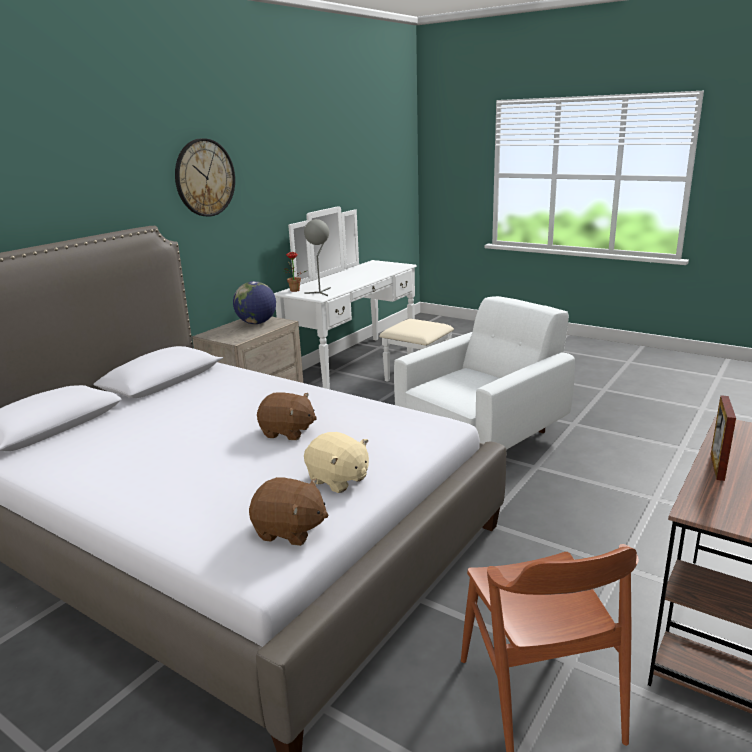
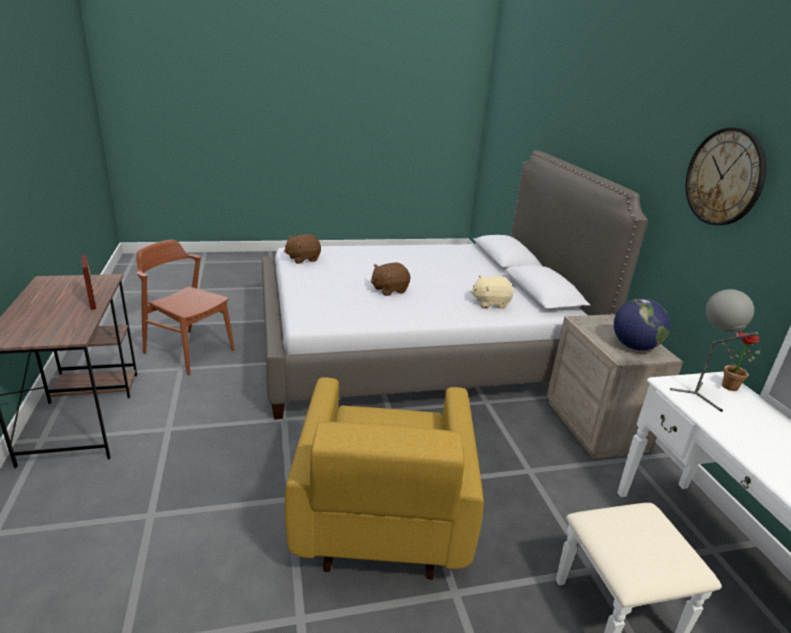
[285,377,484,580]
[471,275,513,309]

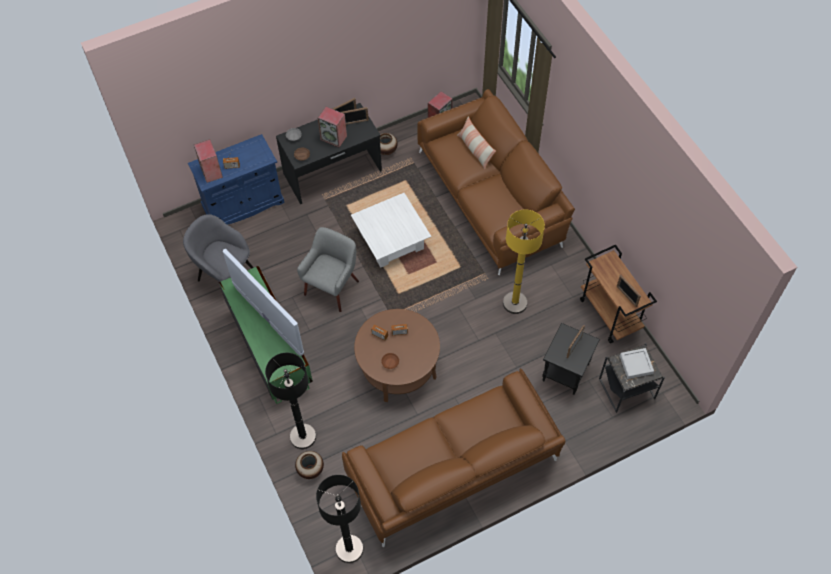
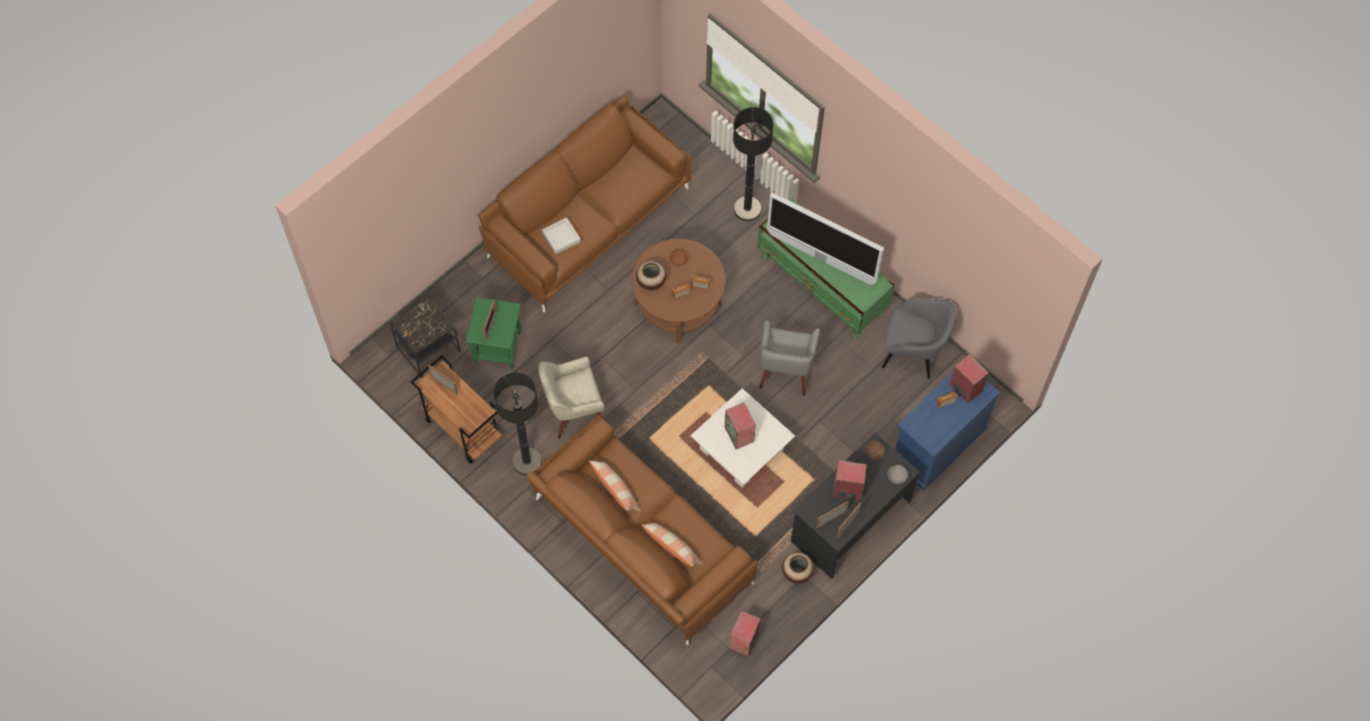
[466,297,521,370]
[493,372,542,475]
[538,357,605,439]
[542,217,581,254]
[589,460,641,512]
[636,261,666,290]
[724,402,756,449]

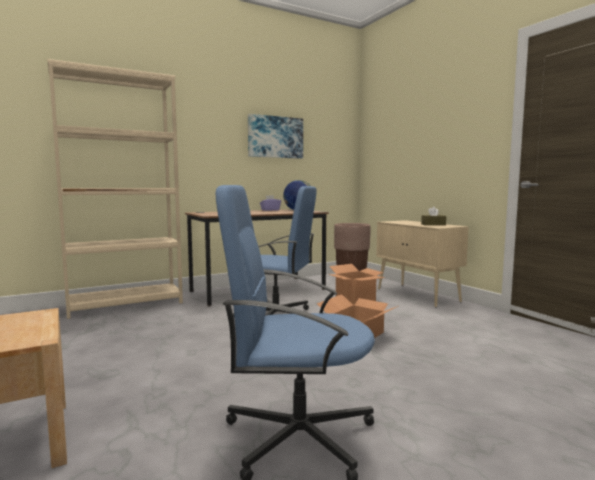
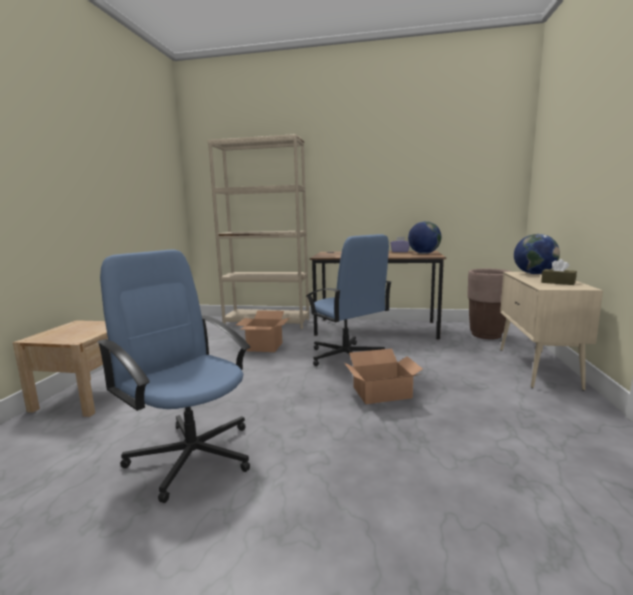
[236,310,290,352]
[514,234,560,274]
[248,114,303,159] (first image)

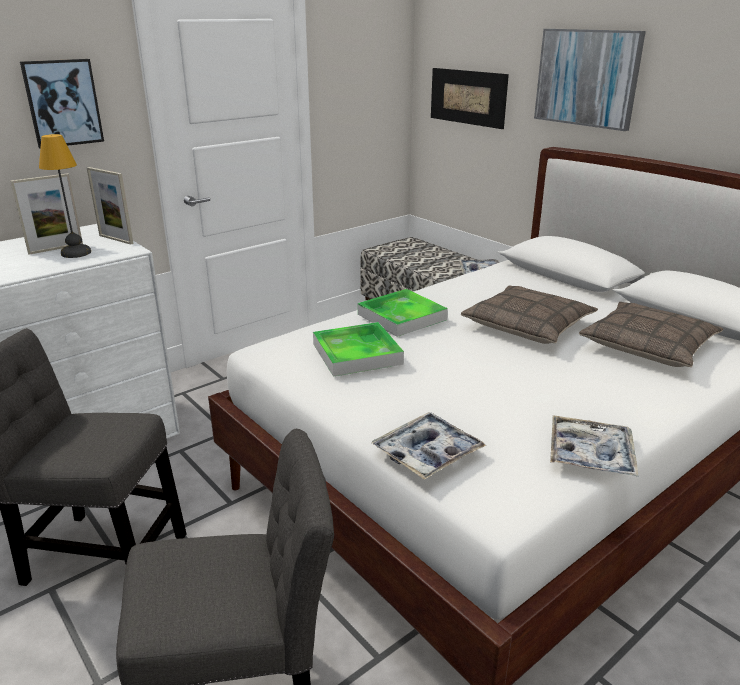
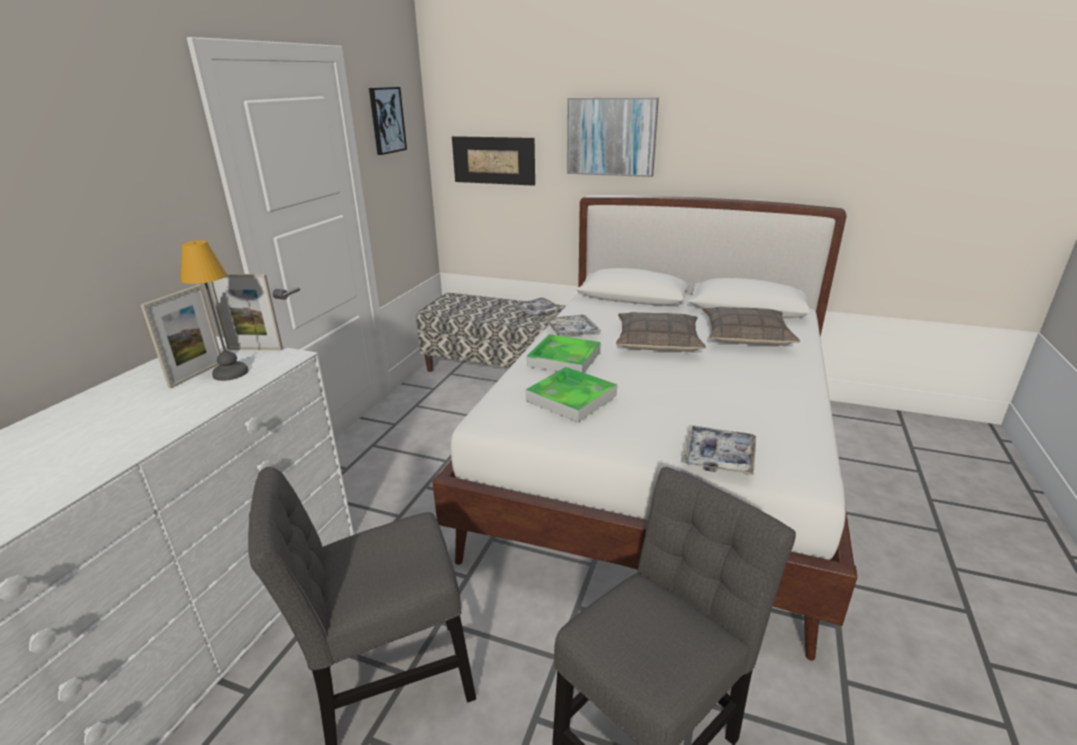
[369,87,407,155]
[544,315,601,336]

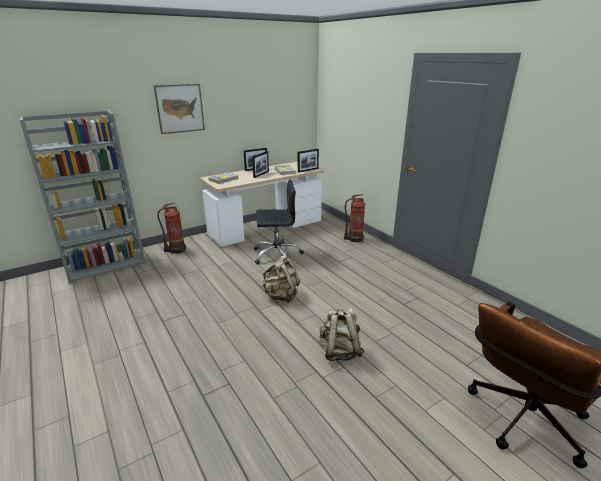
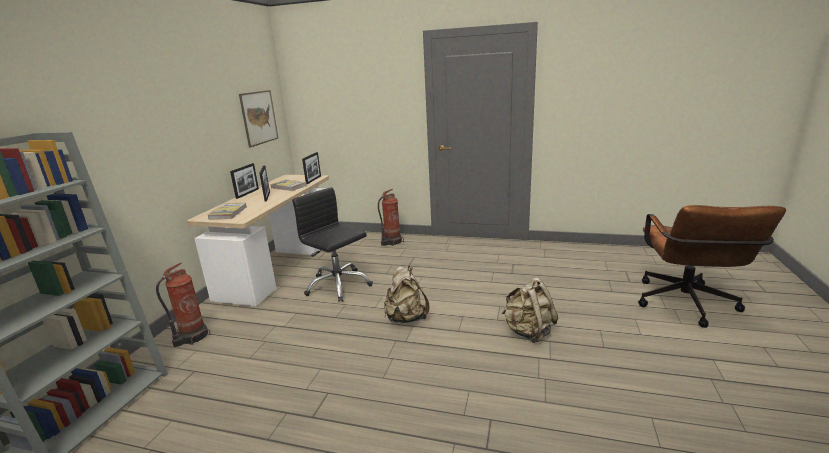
[239,90,278,148]
[292,187,373,302]

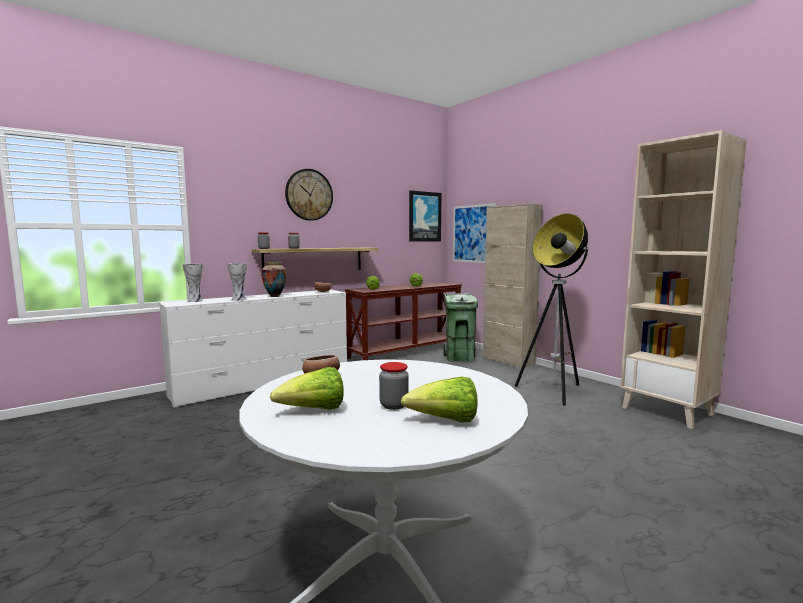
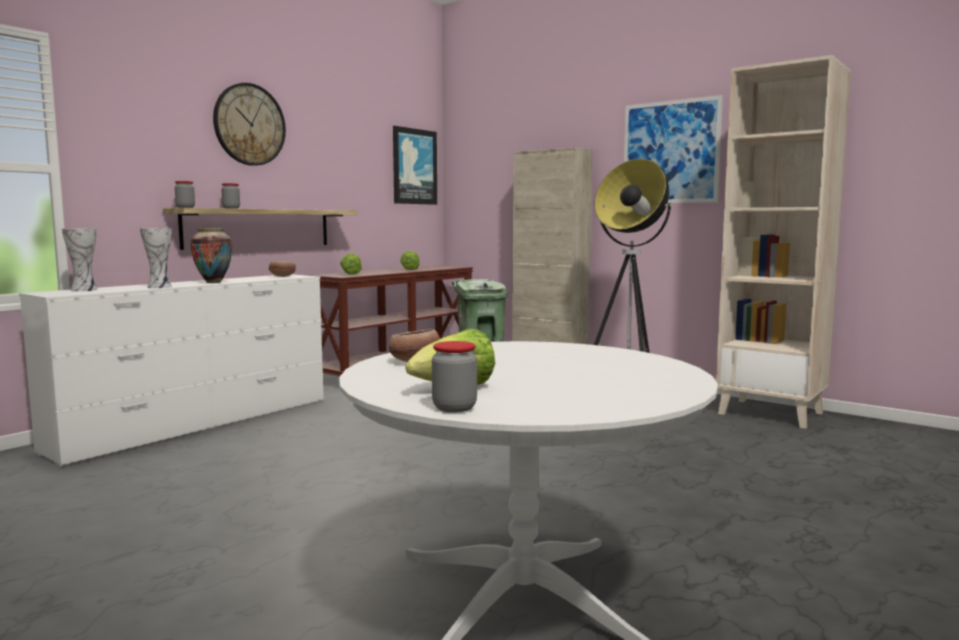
[432,341,477,412]
[624,95,723,203]
[401,376,478,423] (first image)

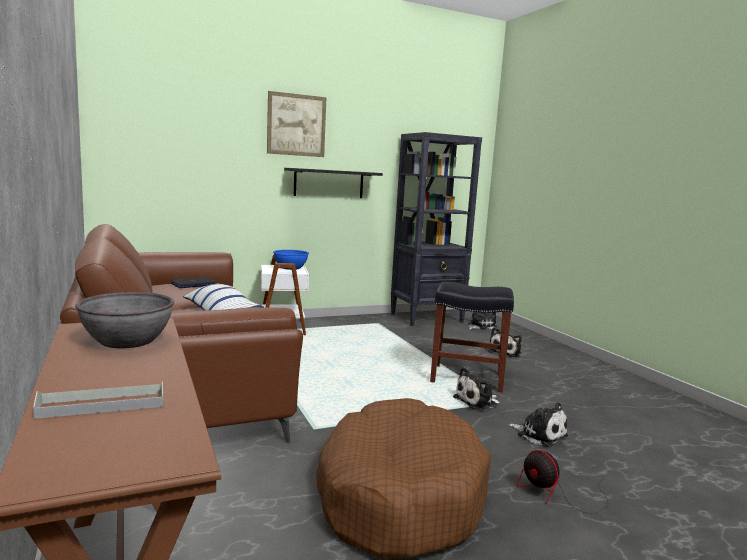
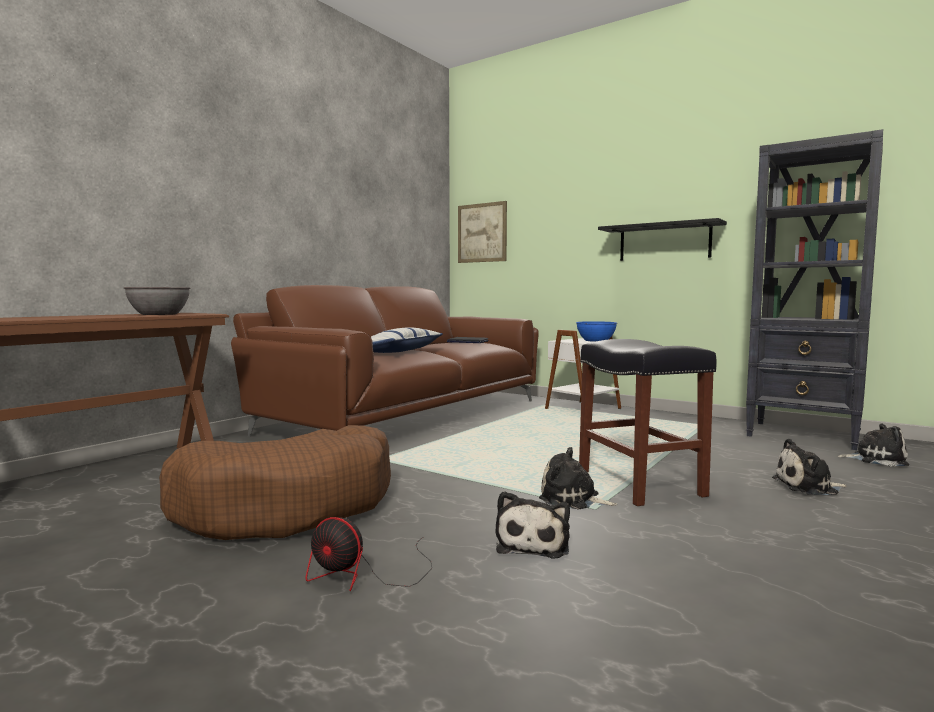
[306,517,432,591]
[458,201,507,263]
[33,382,163,419] (first image)

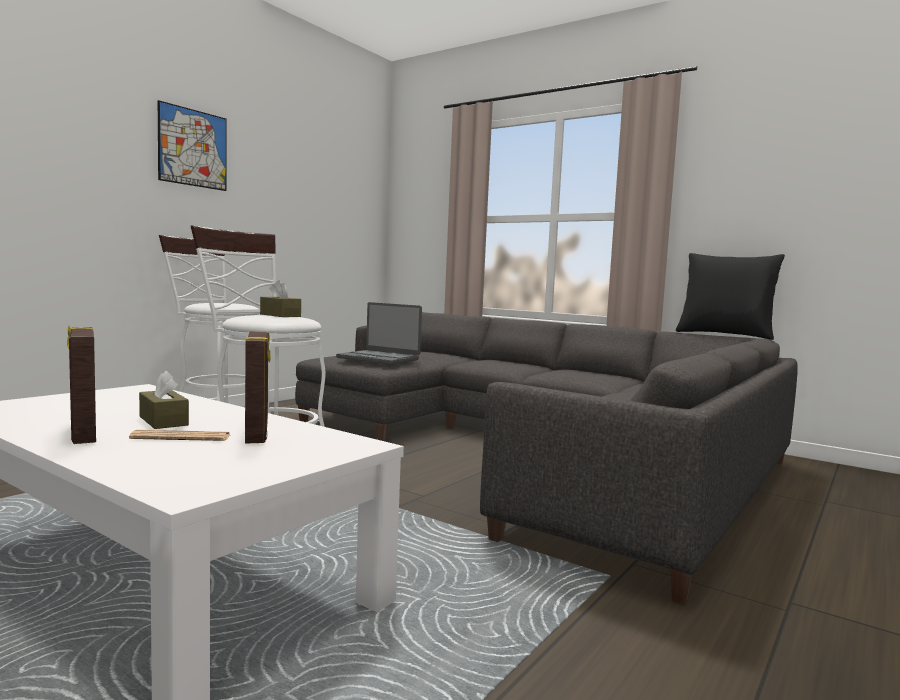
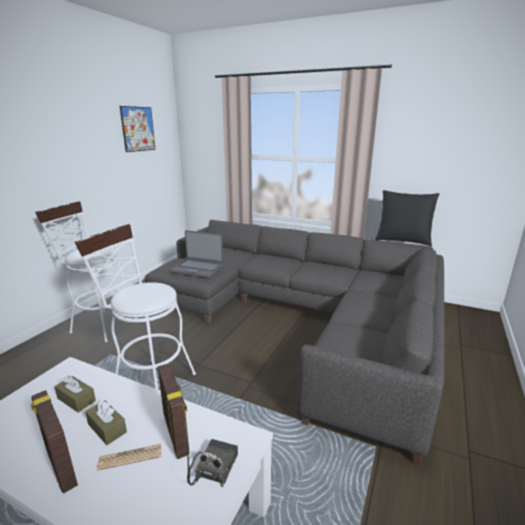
[54,375,96,413]
[120,106,156,152]
[187,439,238,487]

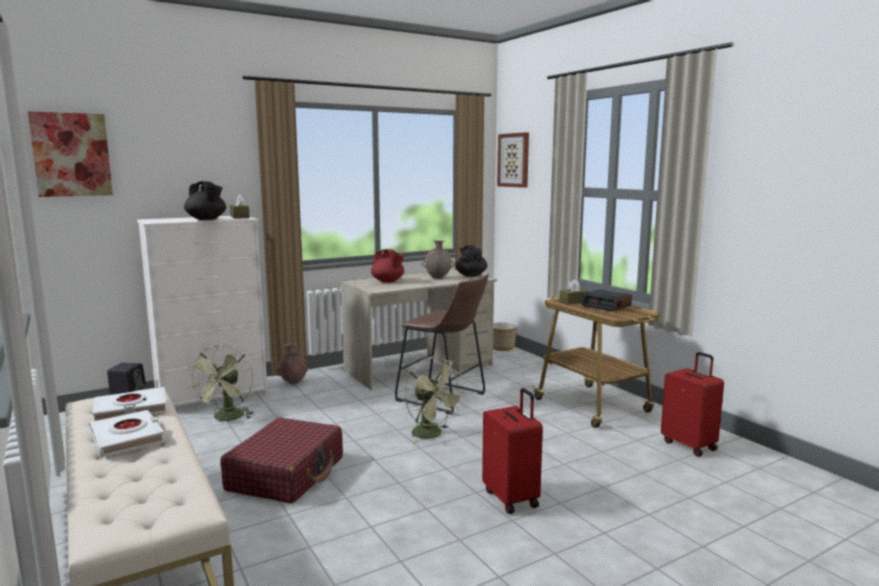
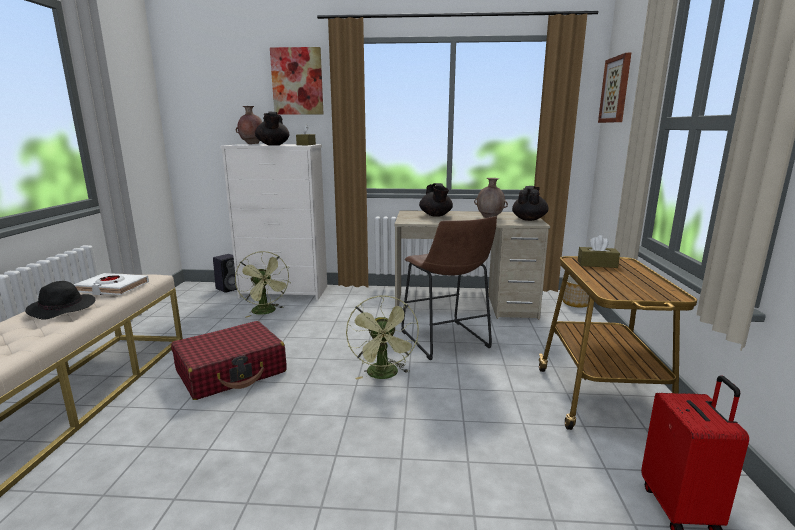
[25,281,95,319]
[235,251,291,318]
[236,106,262,144]
[270,47,324,115]
[419,183,453,217]
[482,388,543,514] (first image)
[581,290,632,311] (first image)

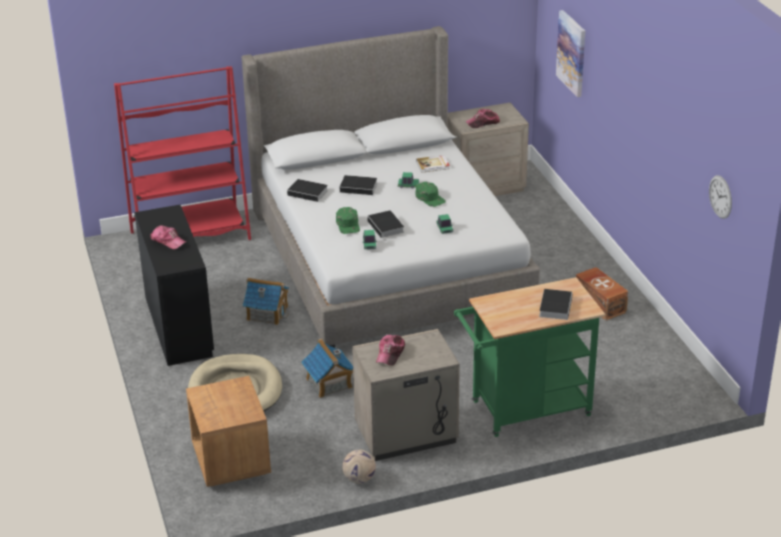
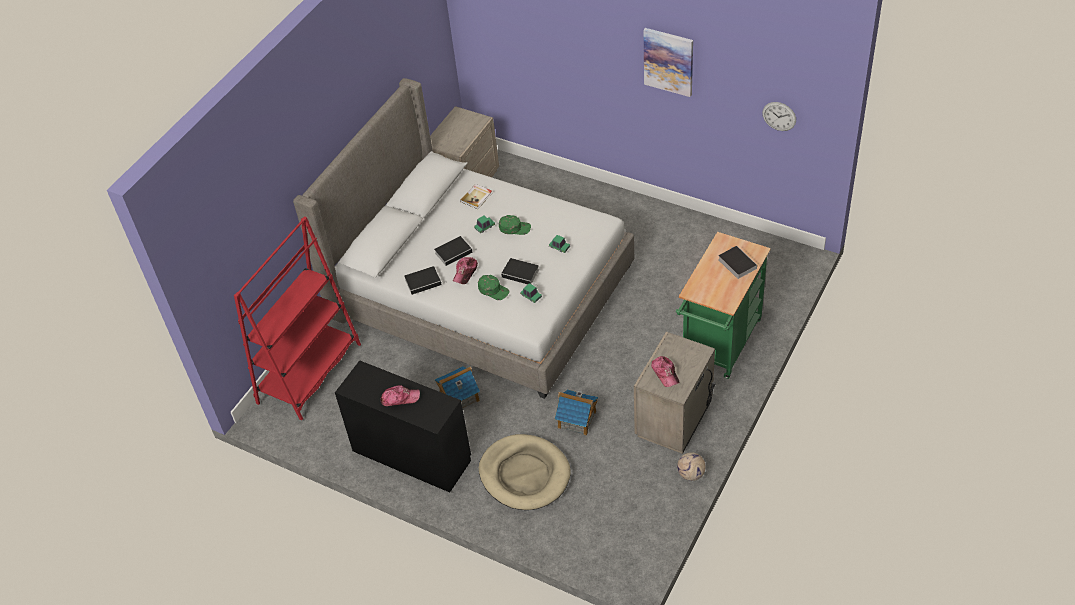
[453,257,478,284]
[644,28,693,97]
[186,376,271,487] (first image)
[575,267,628,321] (first image)

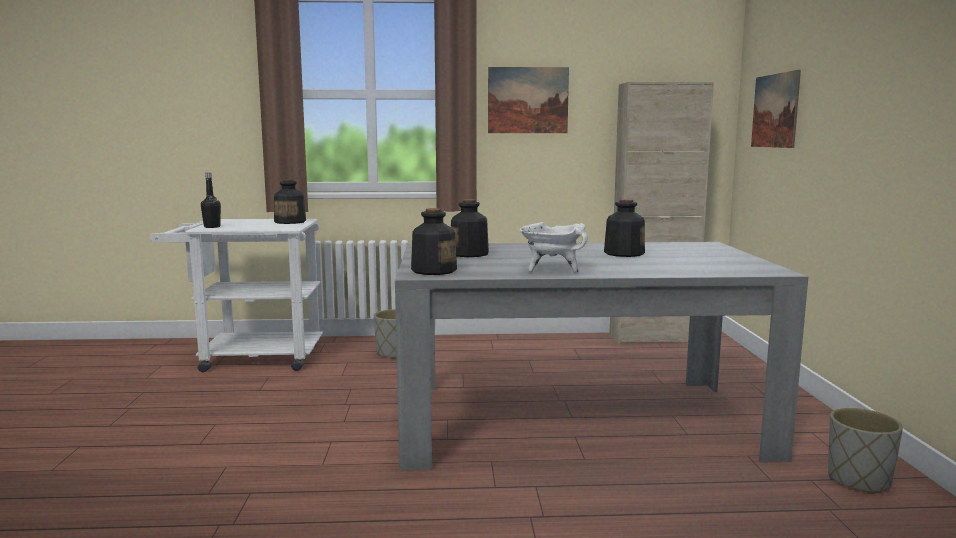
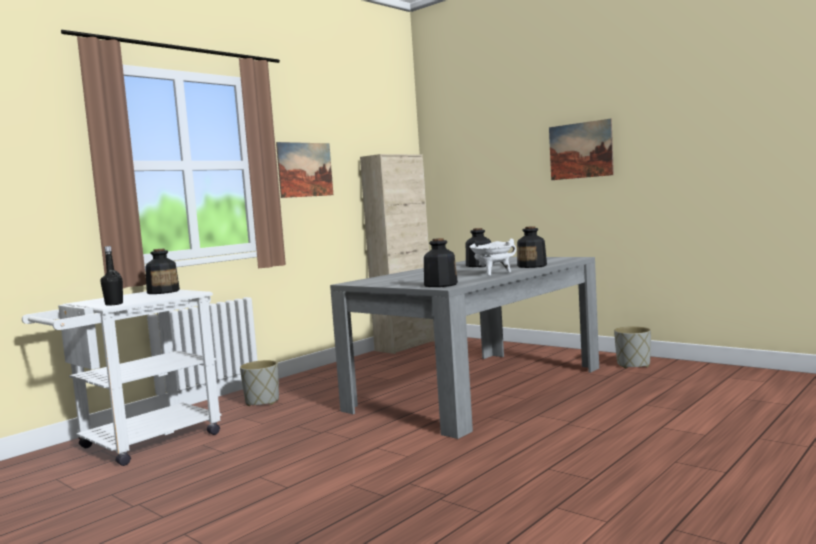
[517,226,547,268]
[549,119,614,180]

